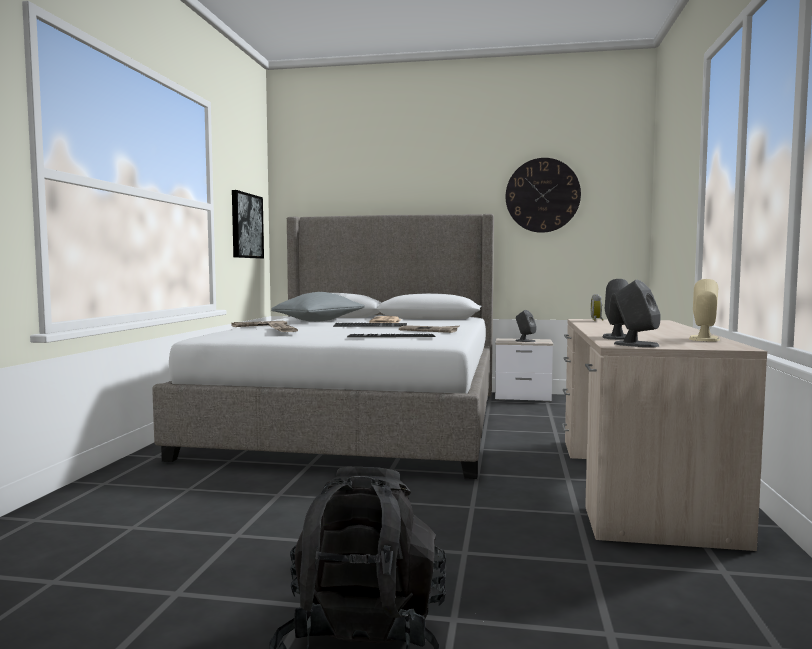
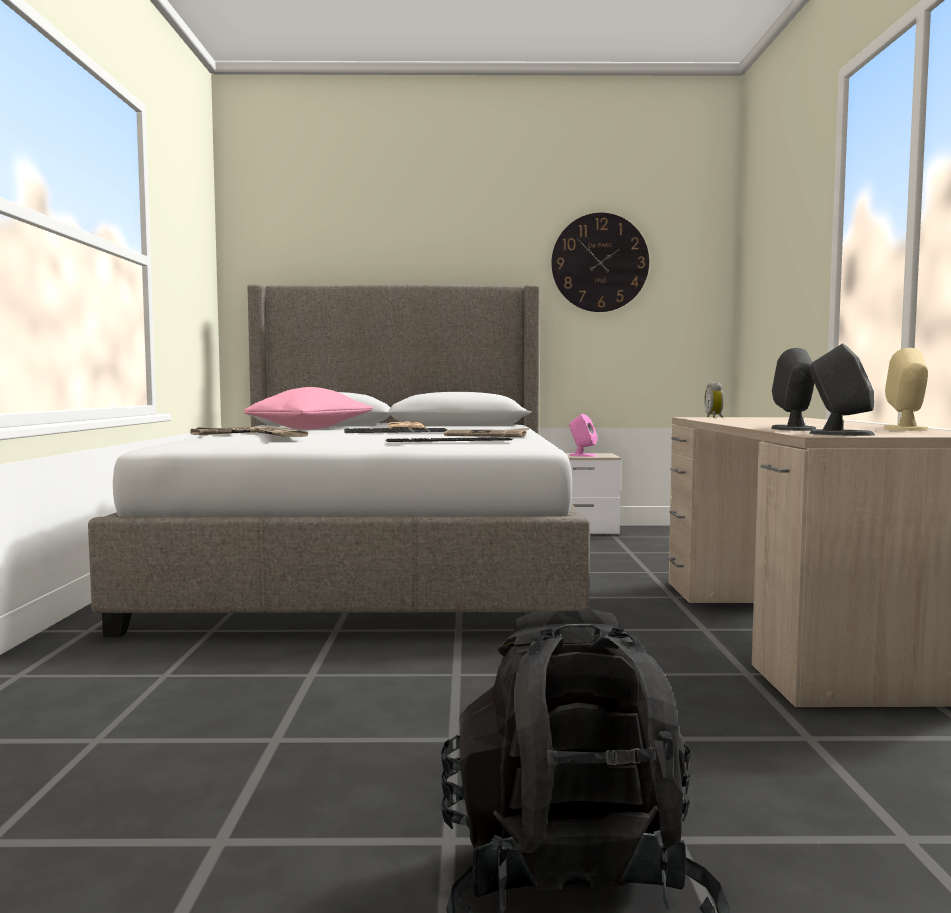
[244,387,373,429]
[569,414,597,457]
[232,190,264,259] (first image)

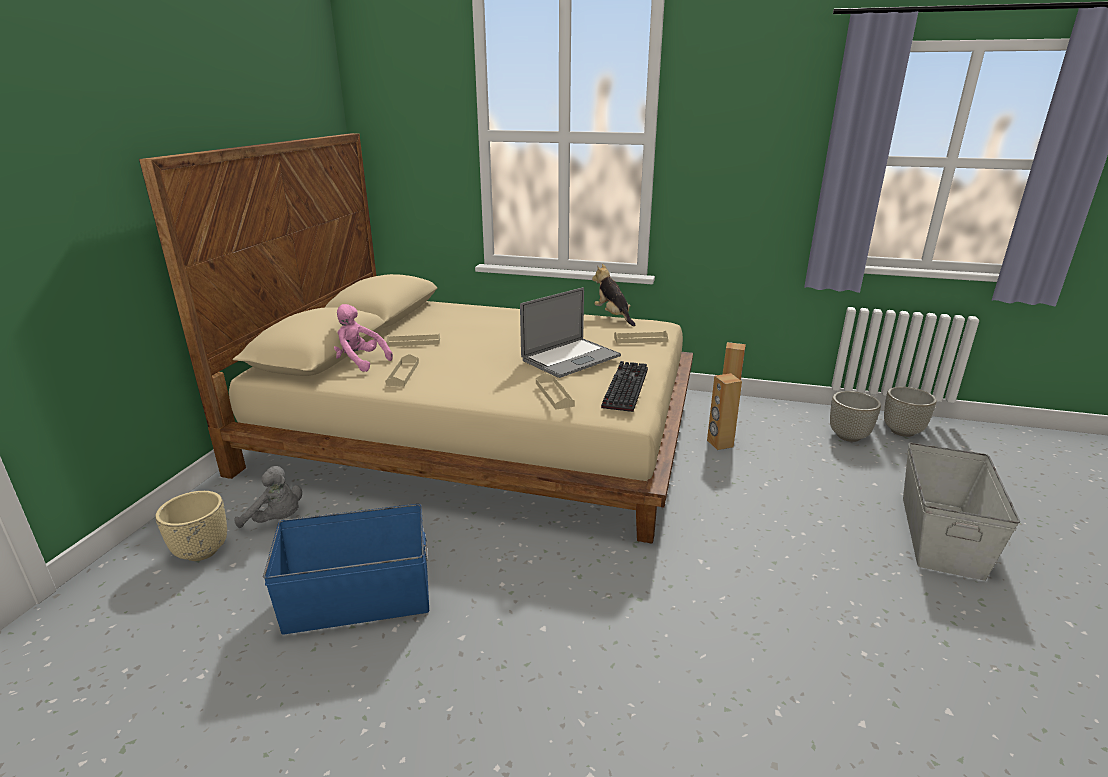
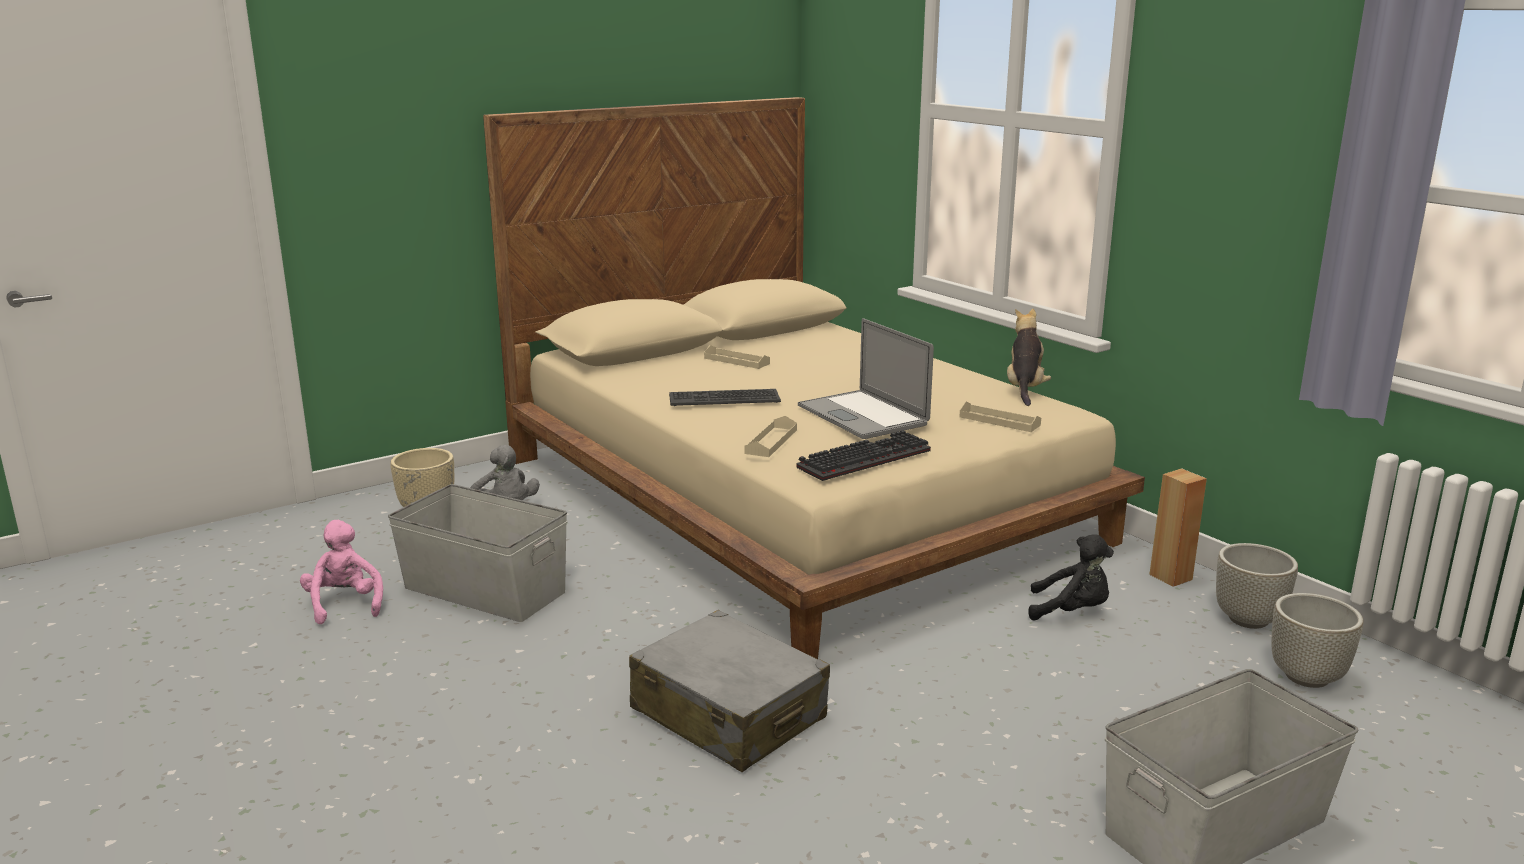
[300,520,383,624]
[388,484,568,622]
[629,610,830,772]
[669,389,781,406]
[798,318,934,439]
[1028,534,1114,620]
[1216,543,1298,629]
[385,354,419,387] (first image)

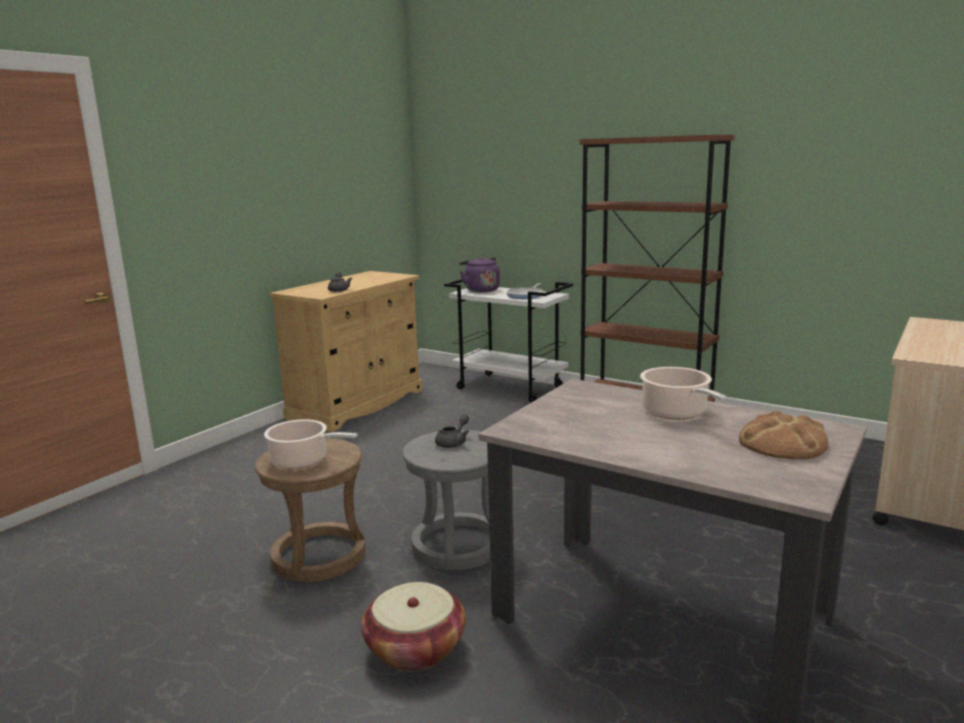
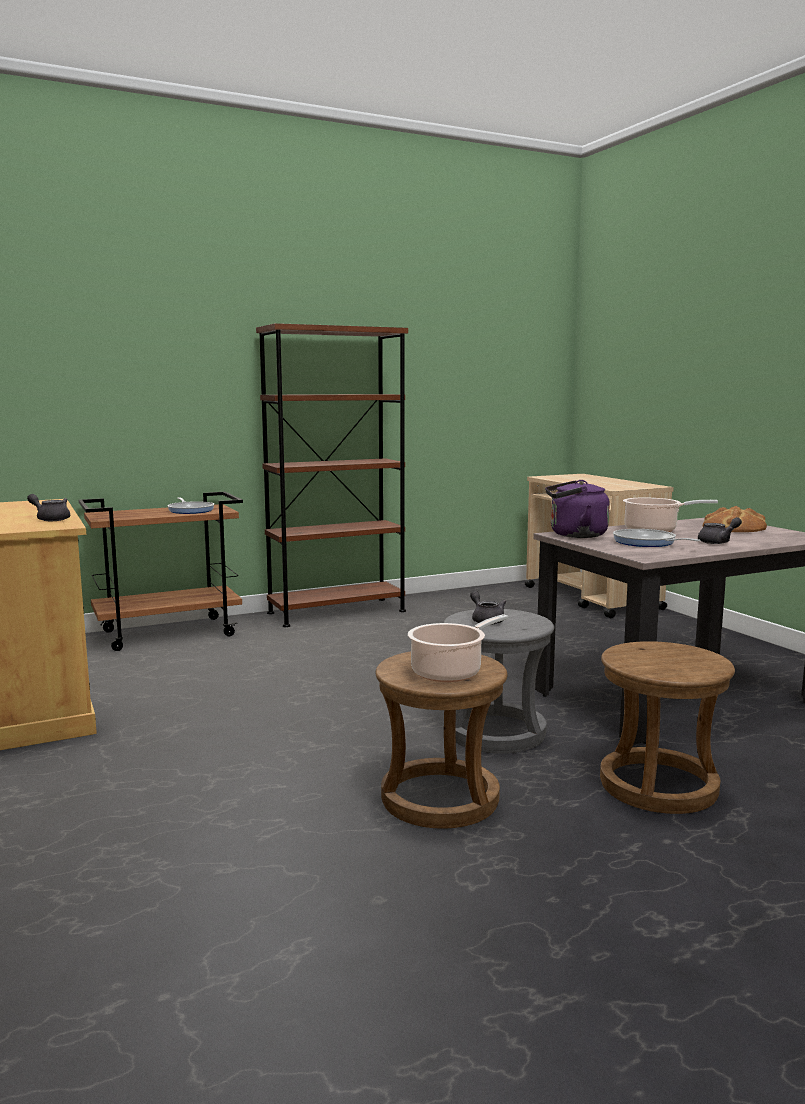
[79,492,243,651]
[545,480,610,538]
[600,641,735,814]
[613,529,700,547]
[698,517,742,544]

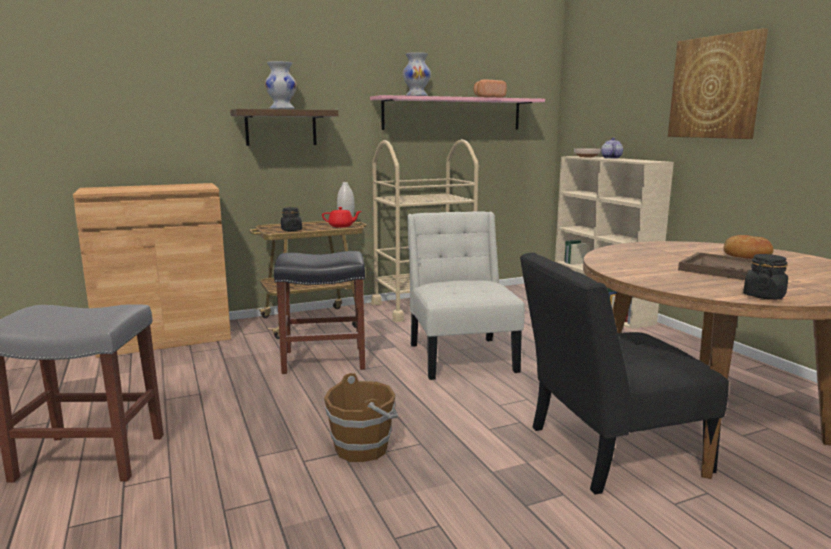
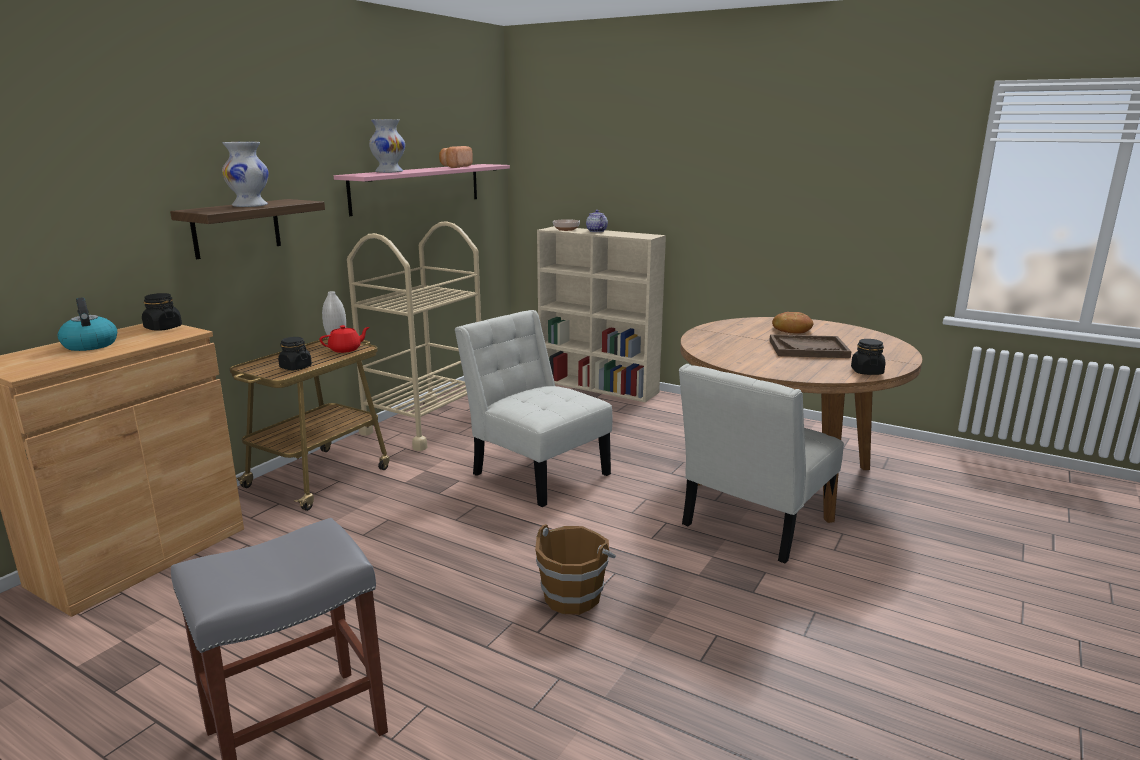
[57,297,117,351]
[142,293,182,331]
[679,364,844,563]
[274,251,365,374] (first image)
[668,28,768,139] (first image)

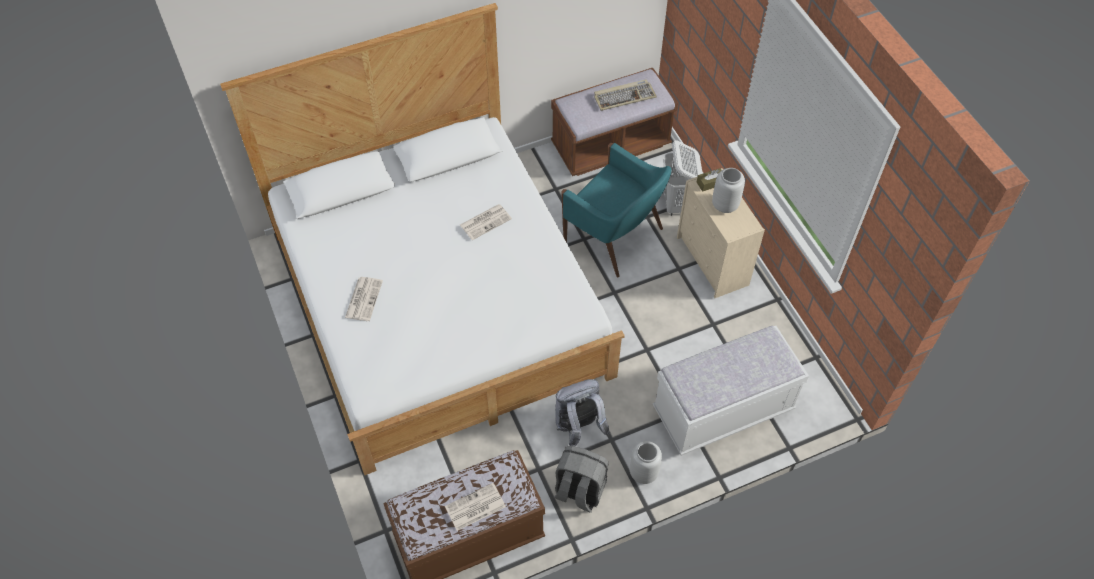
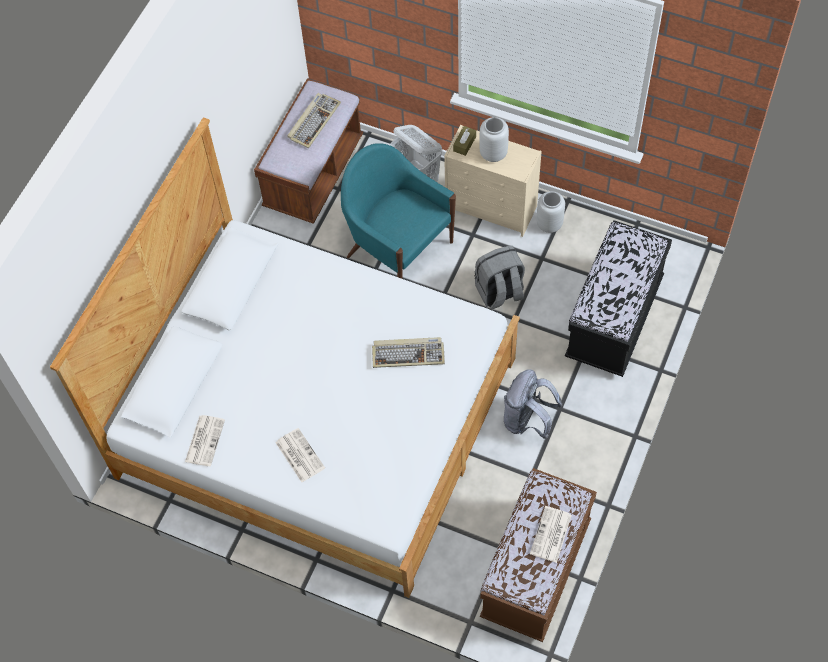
[185,415,225,466]
[341,143,456,279]
[372,337,445,368]
[474,246,525,310]
[536,191,565,233]
[565,220,672,377]

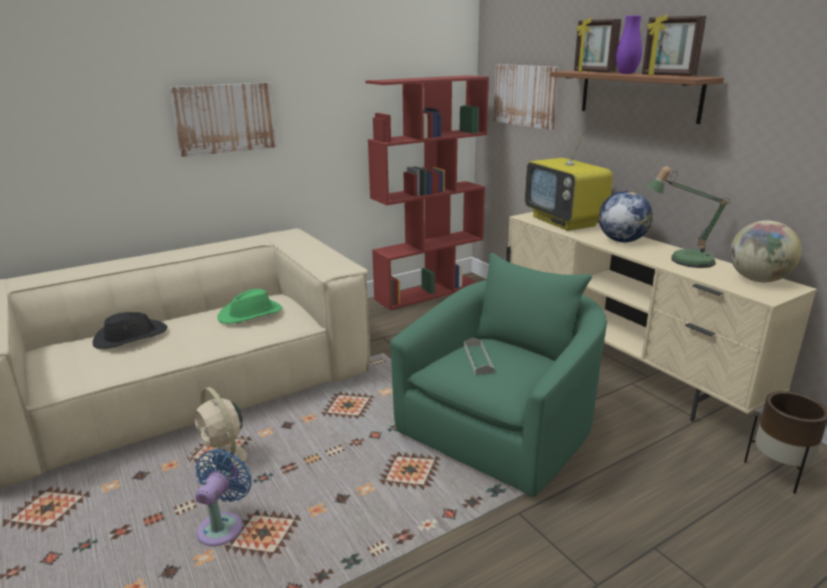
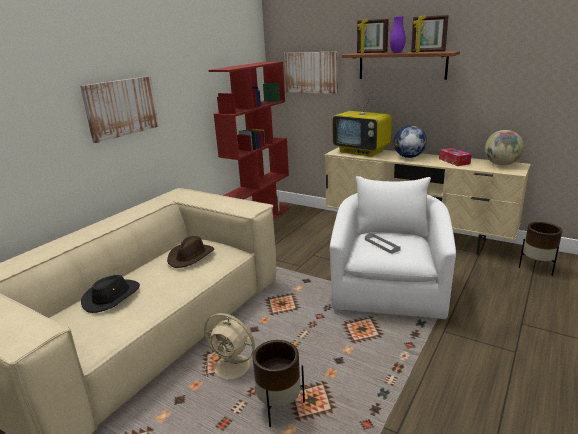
[167,236,214,268]
[252,340,305,427]
[330,176,456,319]
[439,148,472,166]

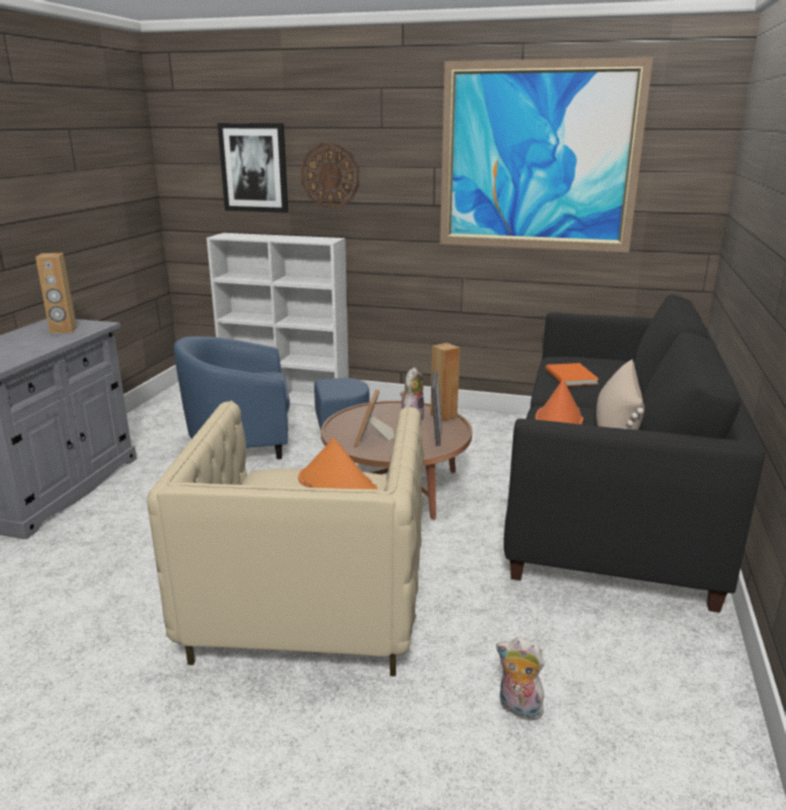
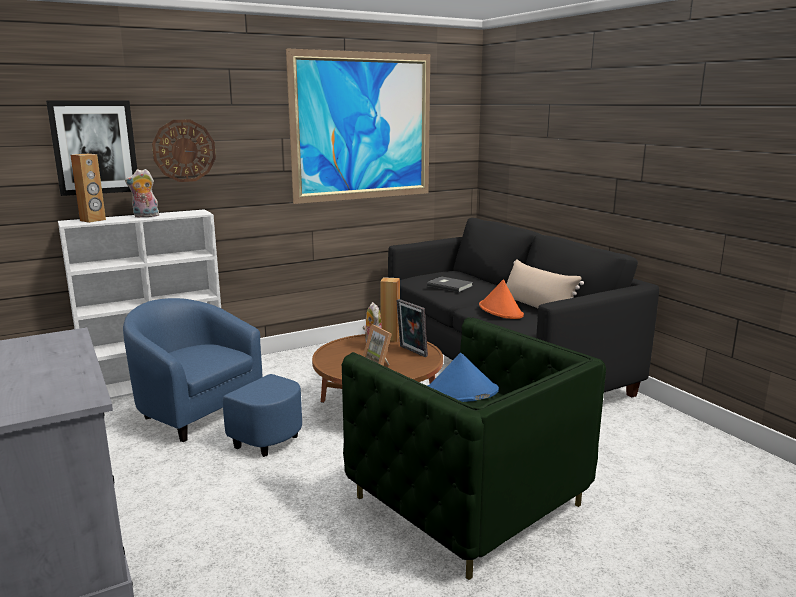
[70,154,106,223]
[123,298,302,457]
[125,169,159,217]
[342,317,606,580]
[427,277,473,292]
[427,353,499,402]

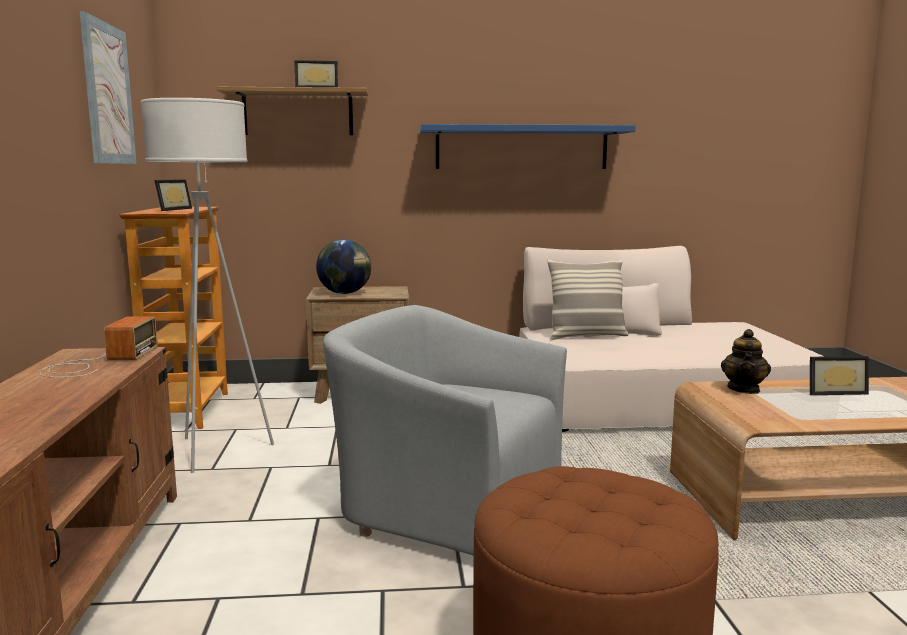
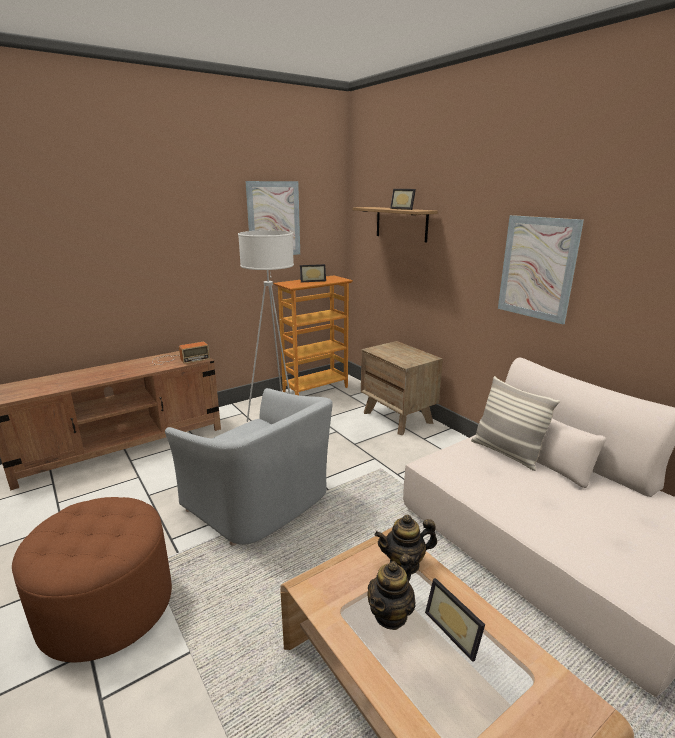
[165,388,333,546]
[368,554,416,630]
[498,215,584,324]
[316,240,371,294] (first image)

